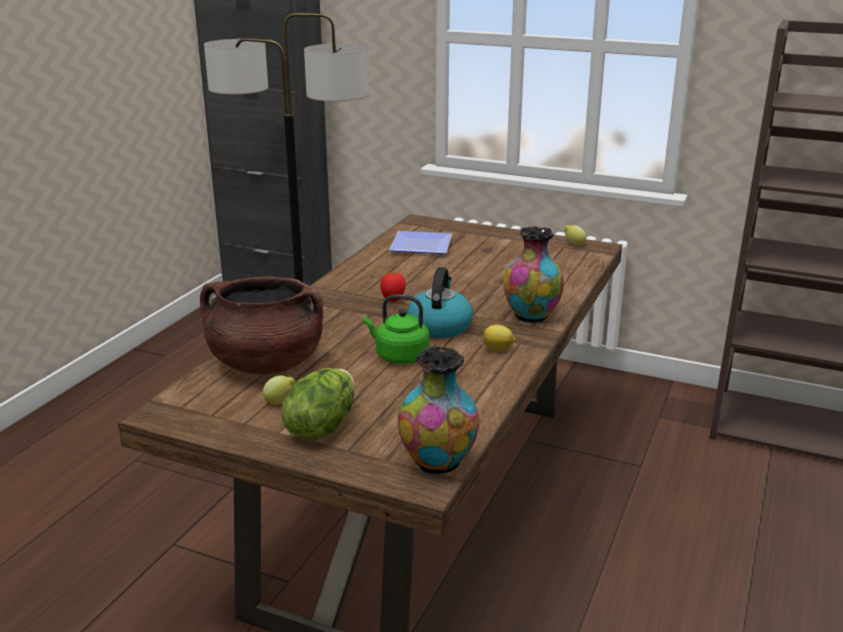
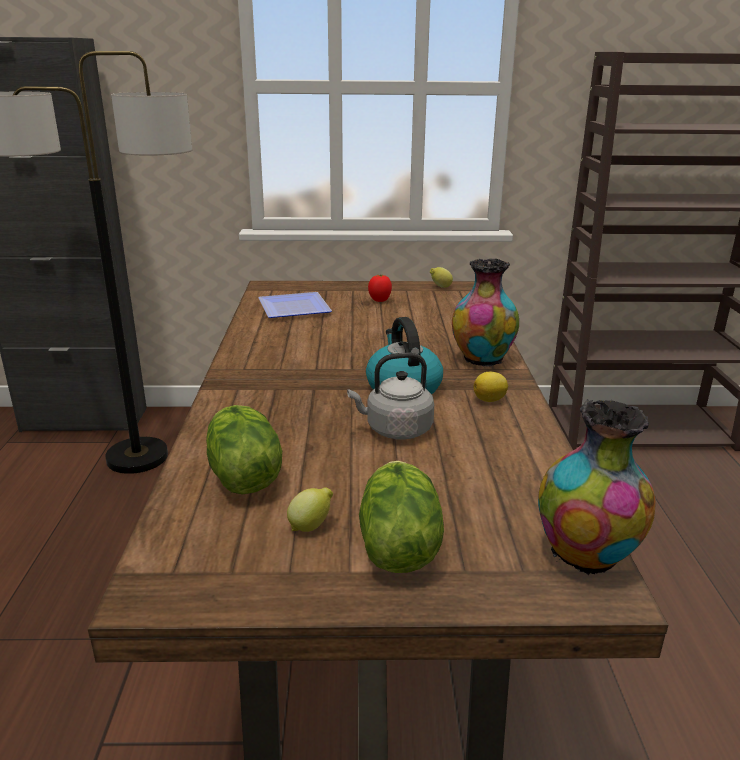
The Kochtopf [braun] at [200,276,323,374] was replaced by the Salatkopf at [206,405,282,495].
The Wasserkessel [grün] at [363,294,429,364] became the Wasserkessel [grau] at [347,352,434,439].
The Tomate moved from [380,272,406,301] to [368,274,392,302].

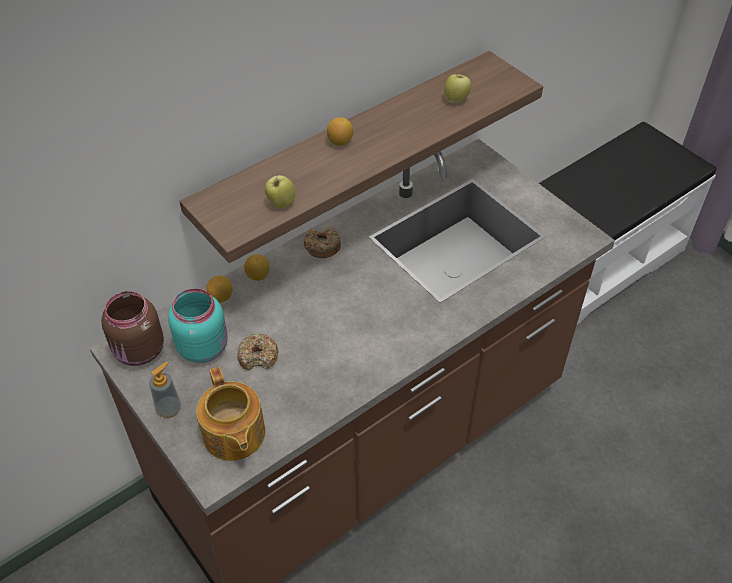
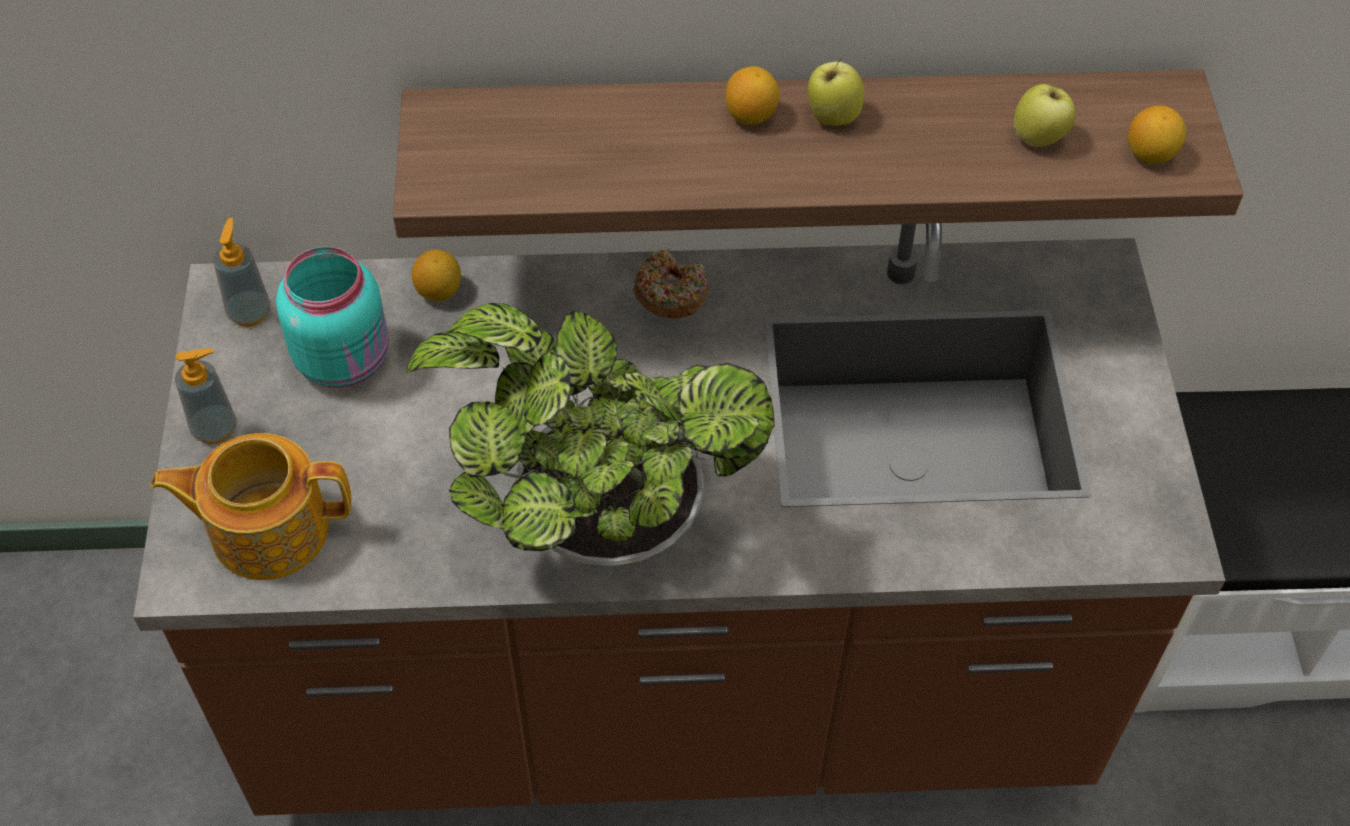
The Vorratsglas [braun] at [101,291,164,366] was replaced by the Seifenspender at [213,218,270,327].
The Teekanne at [196,367,265,461] turned 75 degrees clockwise.
The Donut at [237,333,279,370] disappeared.
The Zitrone moved from [244,254,269,281] to [1128,105,1186,164].
The Apfel moved from [265,173,295,209] to [808,58,864,126].
The Topfpflanze at [406,303,775,566] appeared.

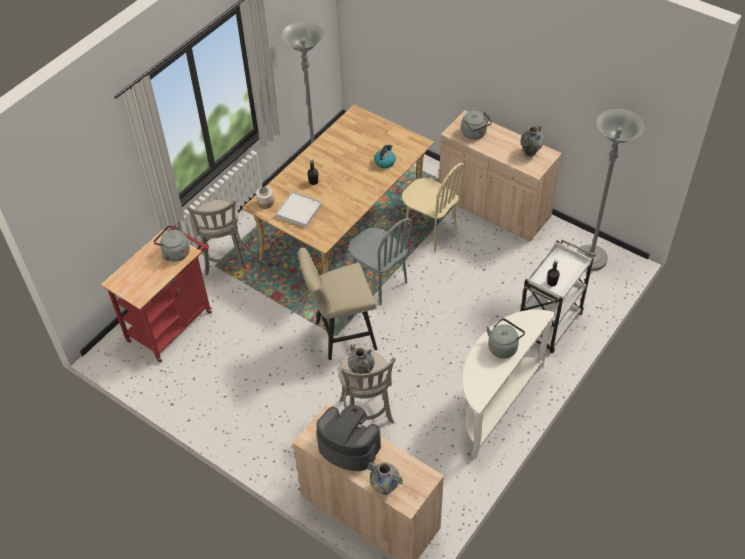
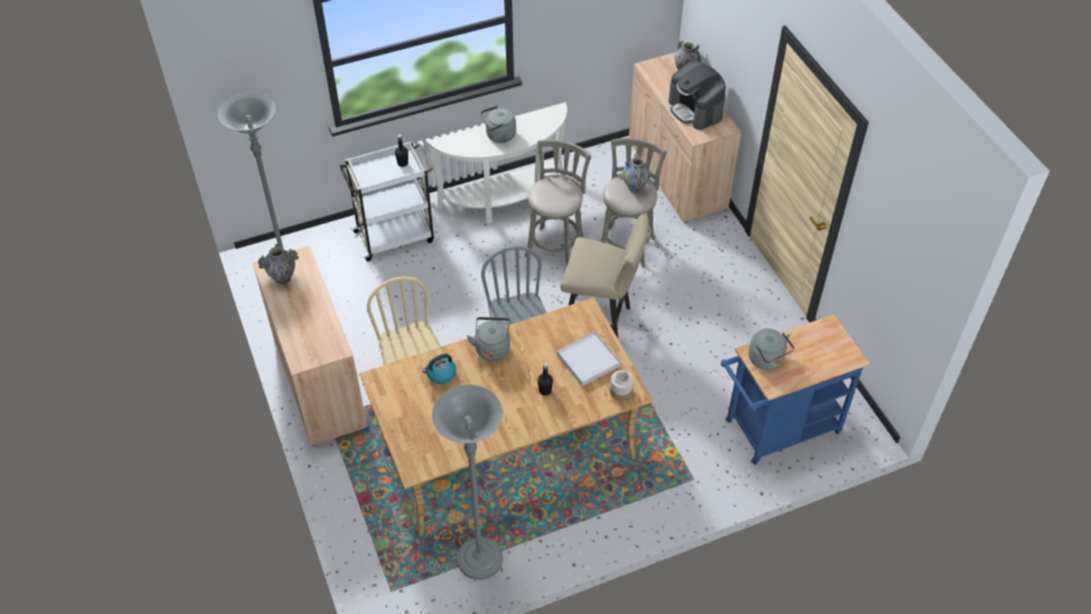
The Rollwagen [rot] at [101,225,212,363] became the Rollwagen [blau] at [721,314,870,465].
The Hocker [grau] moved from [187,199,246,276] to [525,140,591,265].
The Wasserkessel [grau] moved from [461,111,492,140] to [467,317,510,361].

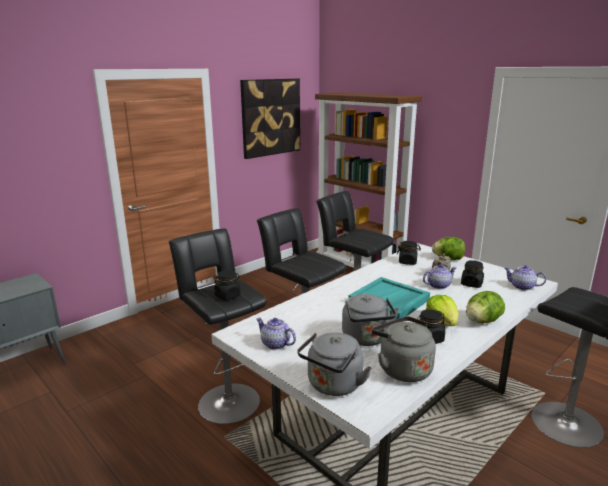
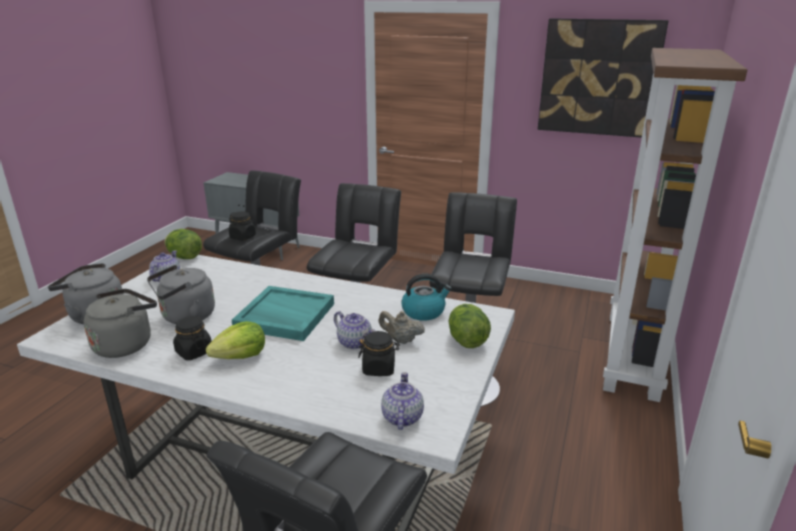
The Vorratsglas [schwarz] at [397,241,421,265] was replaced by the Wasserkessel at [401,274,452,321].
The Salatkopf moved from [466,291,505,323] to [165,229,202,259].

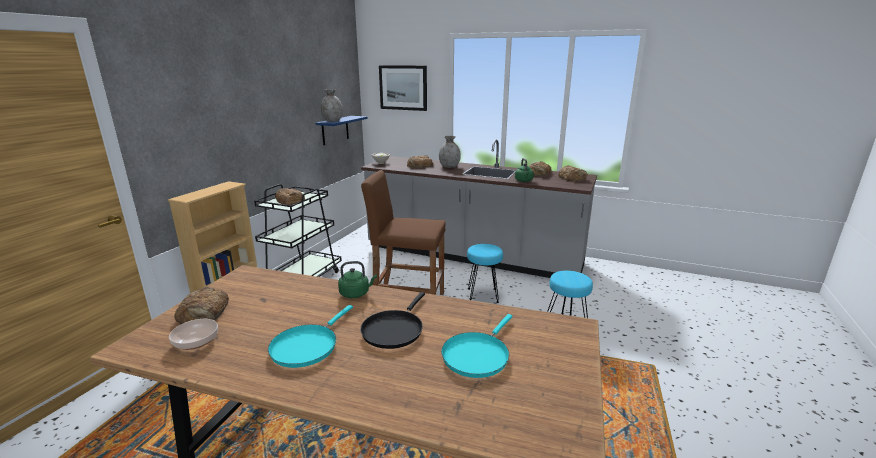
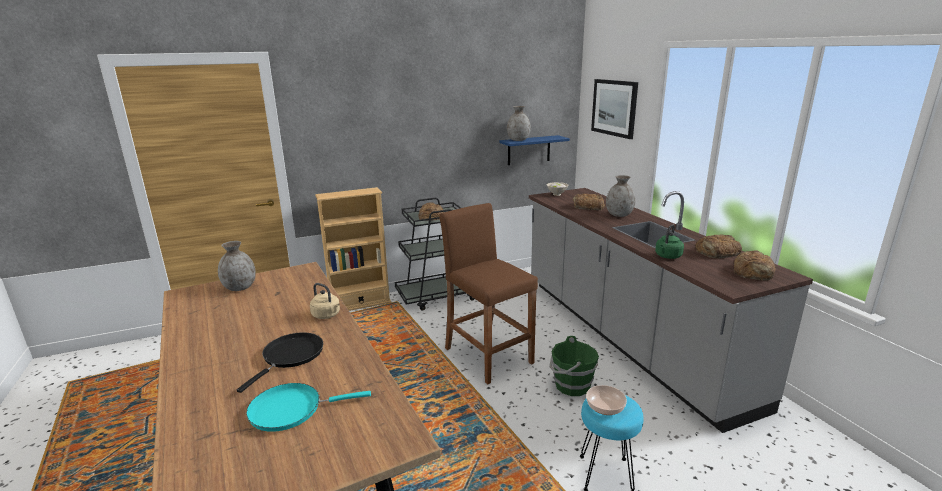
The Schüssel moved from [169,319,218,350] to [586,385,627,415].
The Brot at [175,287,229,324] was replaced by the Vase [grau] at [218,241,256,291].
The Pfanne [türkis] at [268,305,353,368] disappeared.
The Wasserkessel [grün] at [338,261,377,298] became the Wasserkessel [beige] at [310,283,340,319].
The Pfanne [schwarz] at [360,292,425,349] turned 135 degrees clockwise.
The Hocker [türkis] at [467,244,503,303] was replaced by the Eimer [grün] at [549,336,599,396].

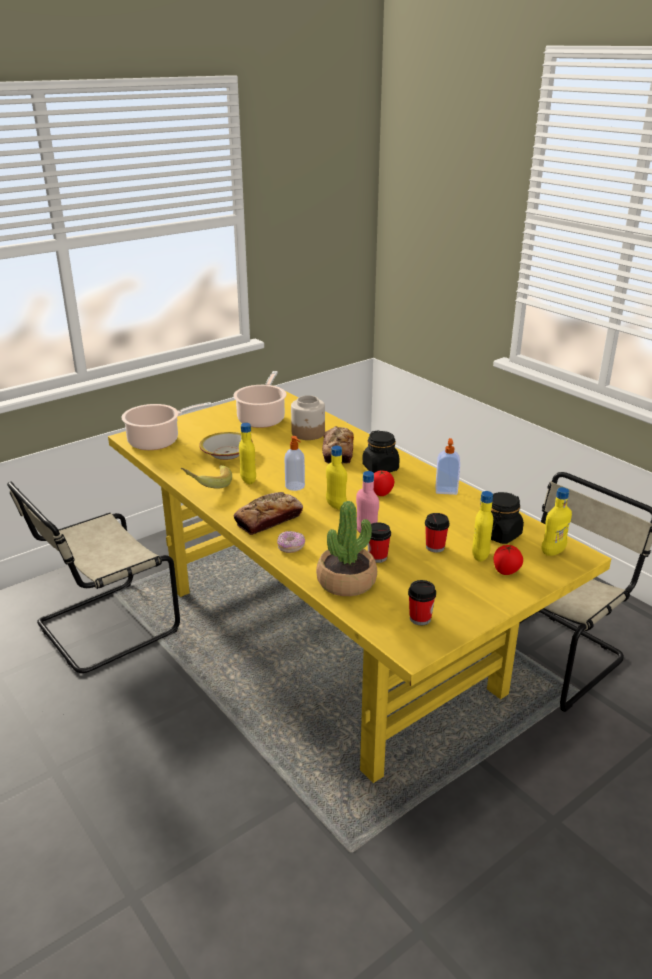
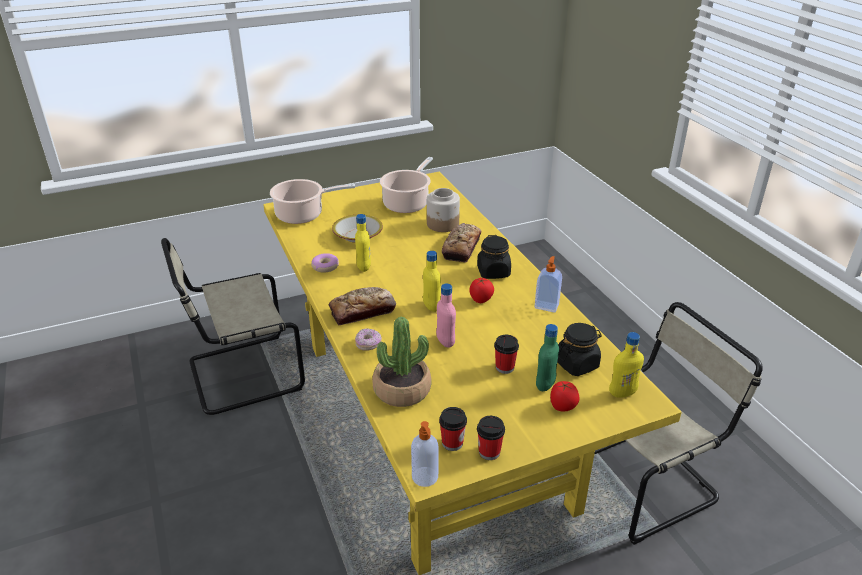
The Banane at [181,465,232,489] was replaced by the Donut at [311,253,339,273].
The Seifenspender moved from [284,436,305,491] to [411,421,439,487].
The Tasse moved from [368,522,391,563] to [477,416,505,460].
The Flasche [gelb] at [472,491,493,562] became the Flasche [grün] at [536,324,559,391].

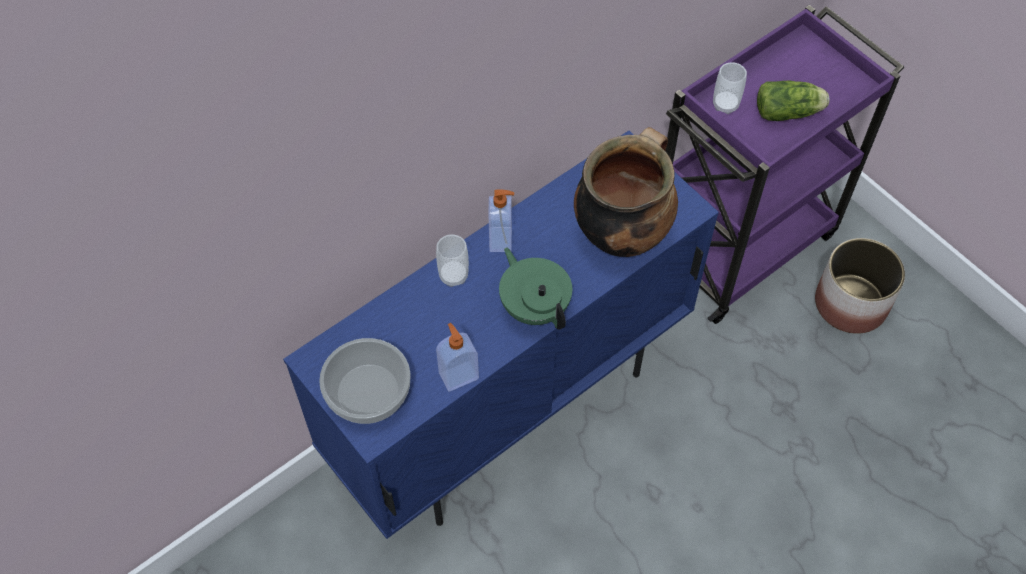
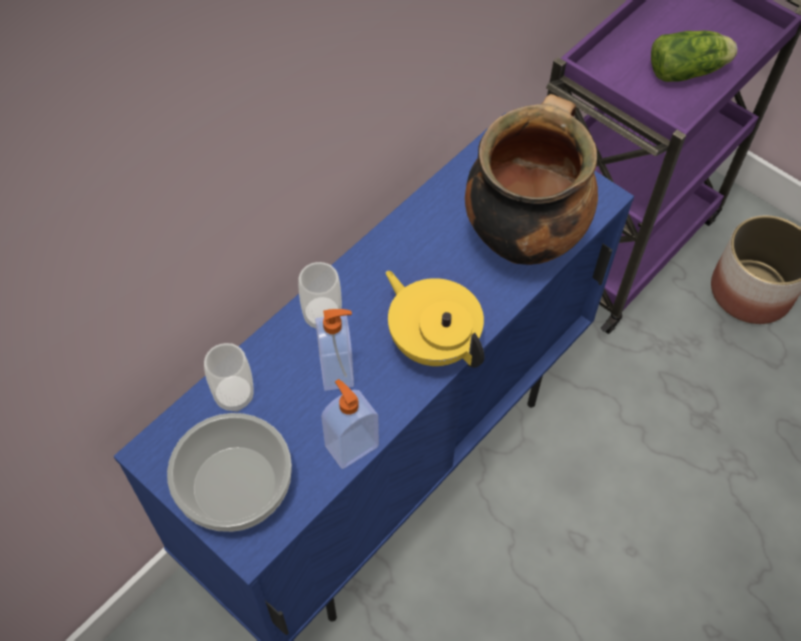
The Seifenspender moved from [489,189,514,252] to [315,309,354,391].
The Teekanne [grün] at [499,247,572,330] became the Teekanne [gelb] at [386,271,484,368].
The Tasse moved from [713,62,747,114] to [204,343,254,412].

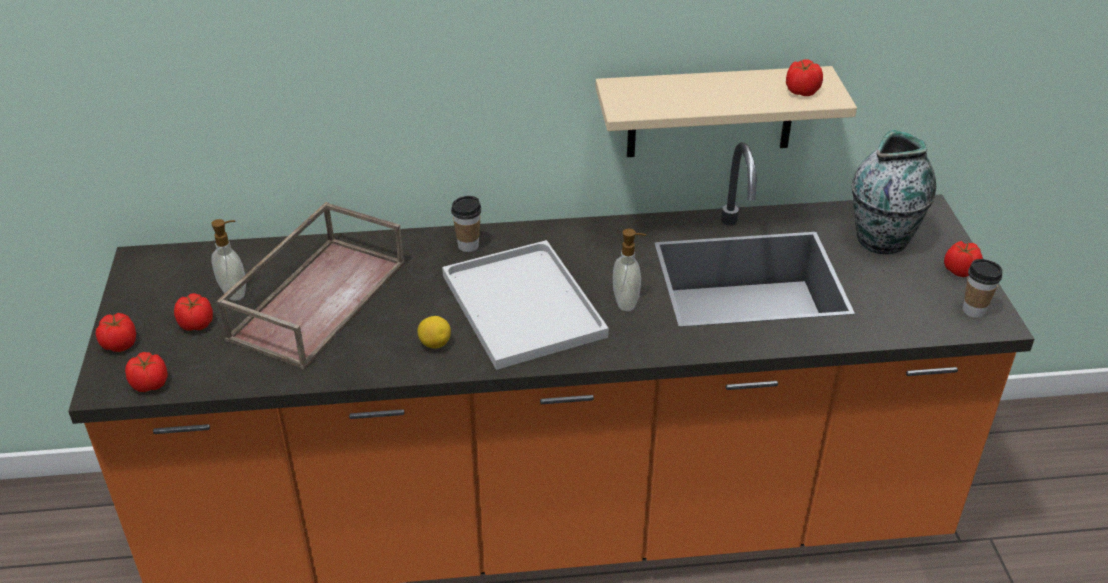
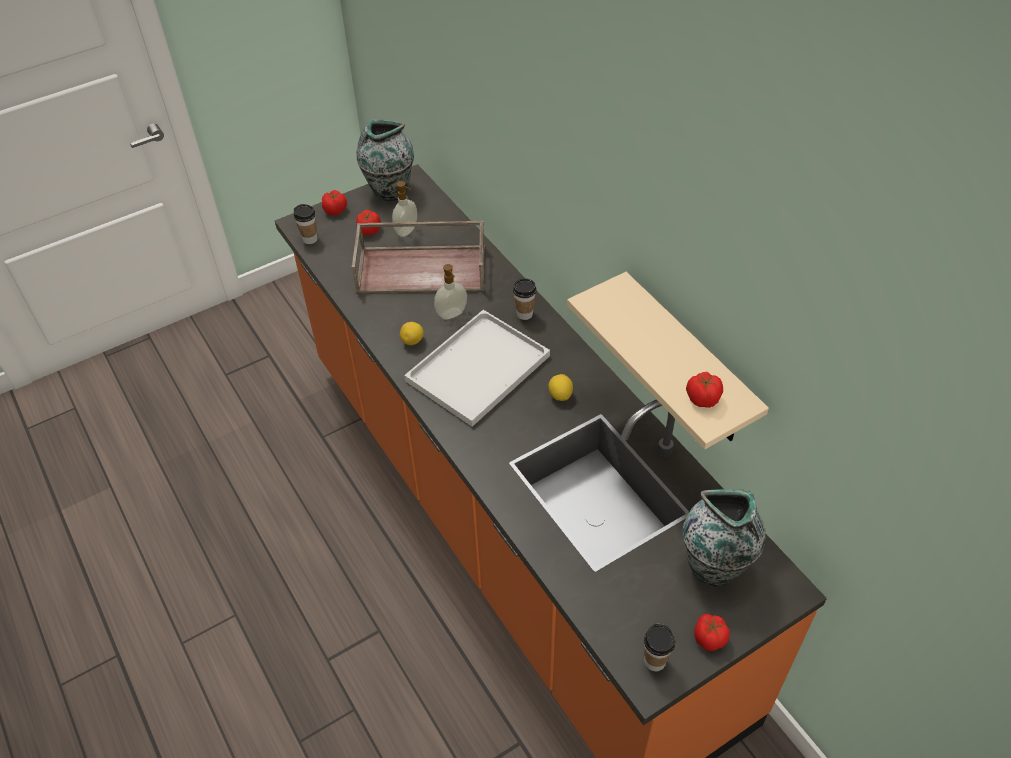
The Tomate at [125,352,168,392] was replaced by the Tasse at [294,204,318,244].
The Seifenspender moved from [613,228,646,311] to [434,264,467,320].
The Vase at [357,119,414,201] appeared.
The Zitrone at [548,374,573,401] appeared.

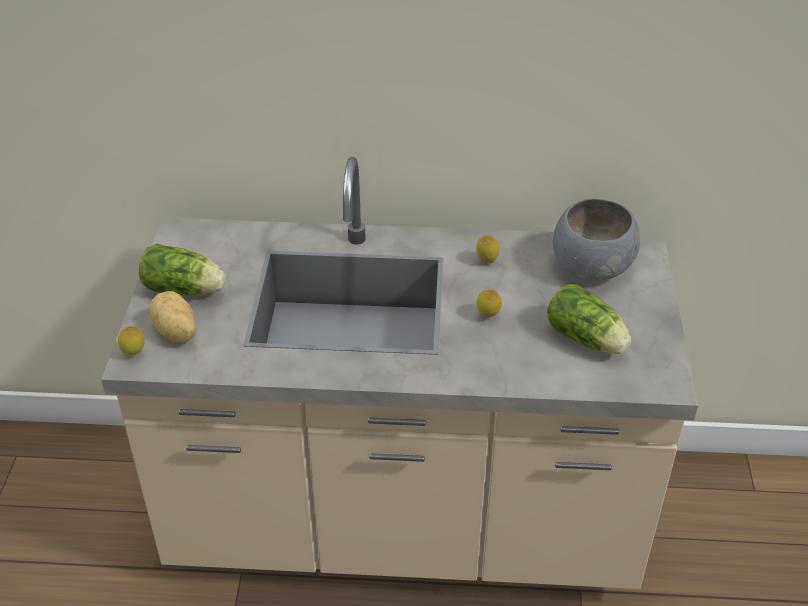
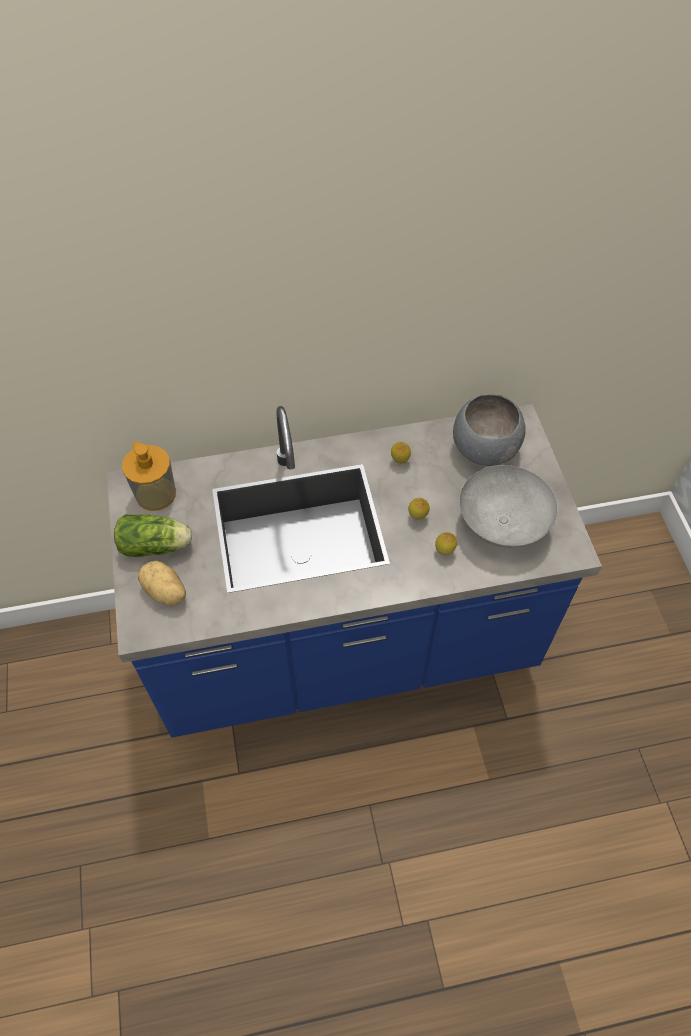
The Küchenzeile [beige] at [101,157,698,589] became the Küchenzeile [blau] at [107,404,602,738].
The Zitrone moved from [118,326,145,355] to [435,532,457,555].
The Salatkopf at [547,284,631,354] was replaced by the Schüssel [grau] at [459,465,557,548].
The Seifenspender at [122,442,176,511] appeared.

